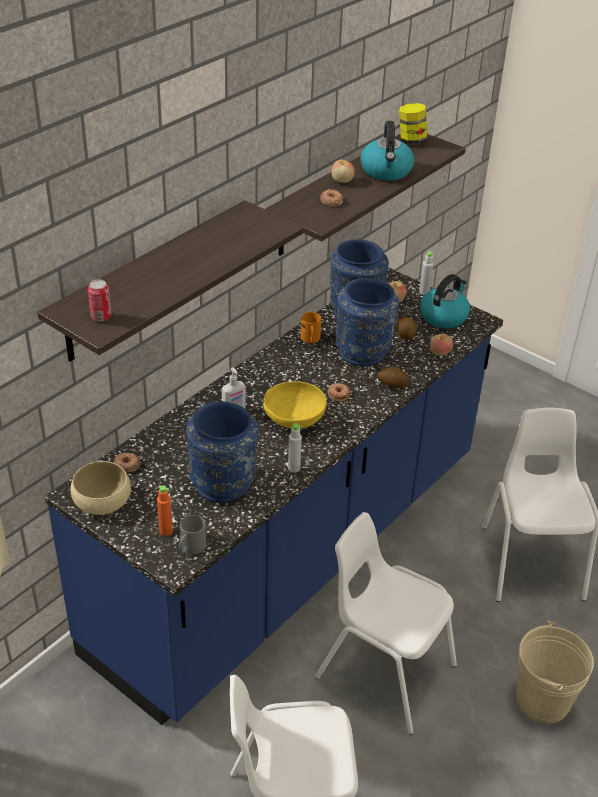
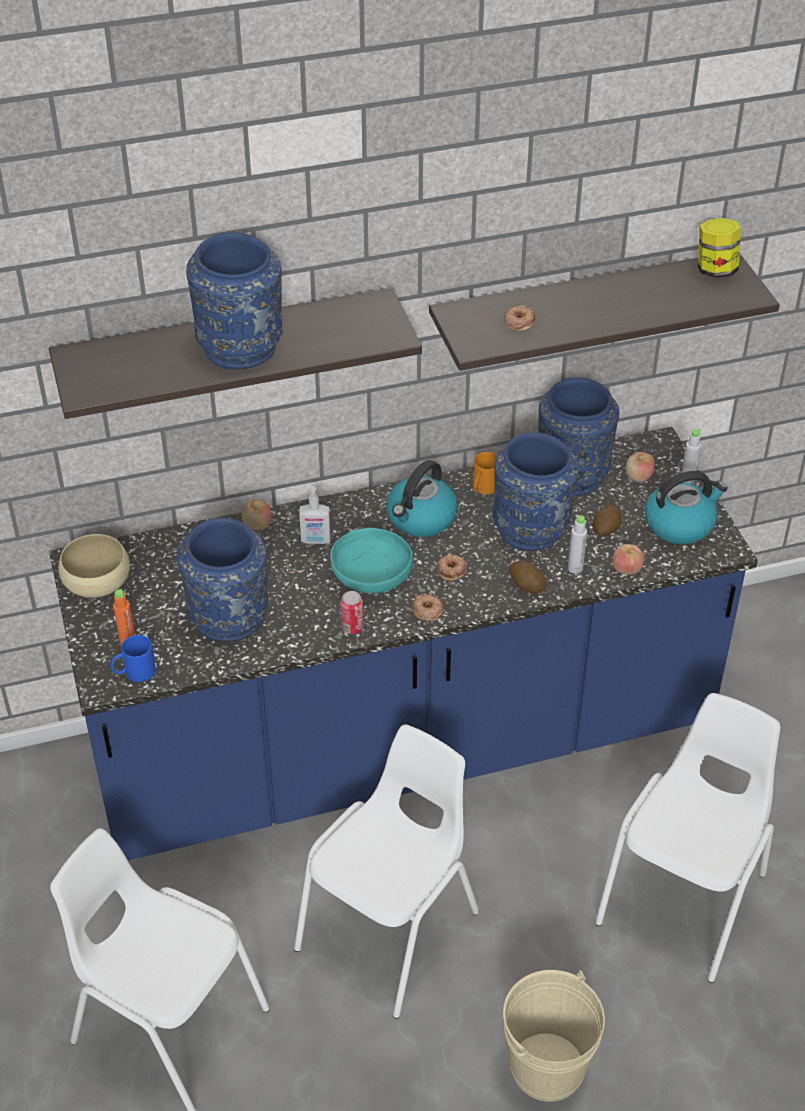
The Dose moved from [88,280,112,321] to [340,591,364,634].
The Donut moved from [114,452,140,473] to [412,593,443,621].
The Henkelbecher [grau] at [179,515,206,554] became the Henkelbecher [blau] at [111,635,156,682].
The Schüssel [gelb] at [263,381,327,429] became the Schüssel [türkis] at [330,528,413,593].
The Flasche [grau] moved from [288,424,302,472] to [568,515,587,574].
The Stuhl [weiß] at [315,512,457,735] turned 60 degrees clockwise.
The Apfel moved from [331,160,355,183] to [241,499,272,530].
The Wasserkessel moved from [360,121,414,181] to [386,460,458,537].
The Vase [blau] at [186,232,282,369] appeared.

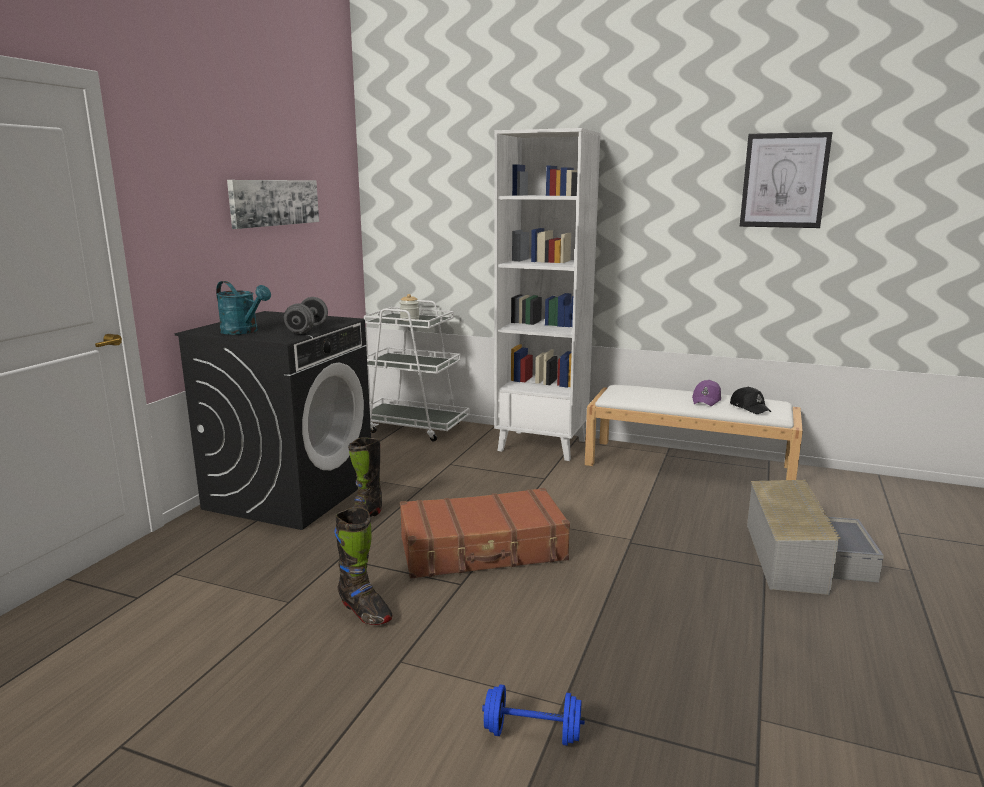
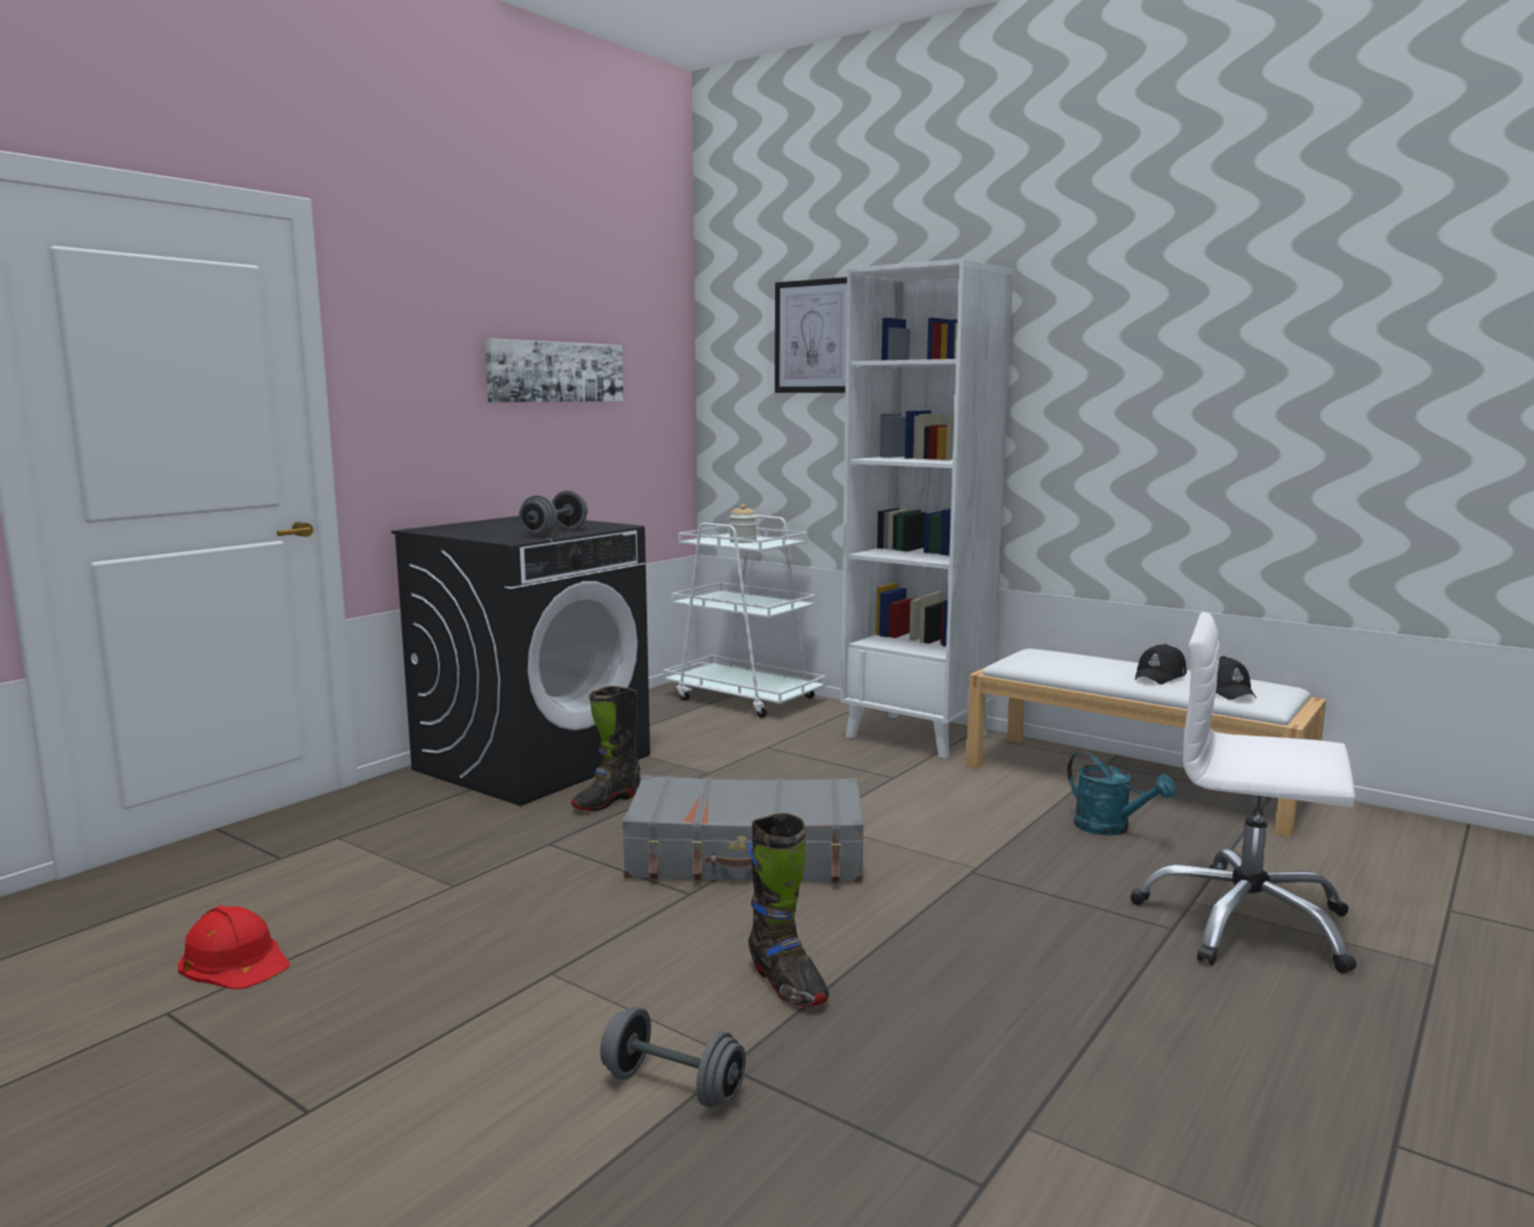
The Gießkanne [türkis] moved from [216,281,271,335] to [1067,751,1176,836].
The Stiefel [schwarz] moved from [334,507,393,625] to [748,813,829,1007].
The Koffer [braun] at [400,488,570,579] became the Koffer [grau] at [622,775,864,883].
The Hantel [blau] at [482,684,585,746] became the Hantel [grau] at [600,1007,746,1108].
The Kappe [lila] at [692,380,721,406] became the Kappe [schwarz] at [1135,644,1187,684].
The Bild moved from [740,132,832,228] to [775,277,847,393].
The Aufbewahrungsbox [grau] at [747,480,884,595] was replaced by the Bürostuhl [weiß] at [1131,612,1357,974].
The Schutzhelm [rot] at [178,905,290,989] appeared.

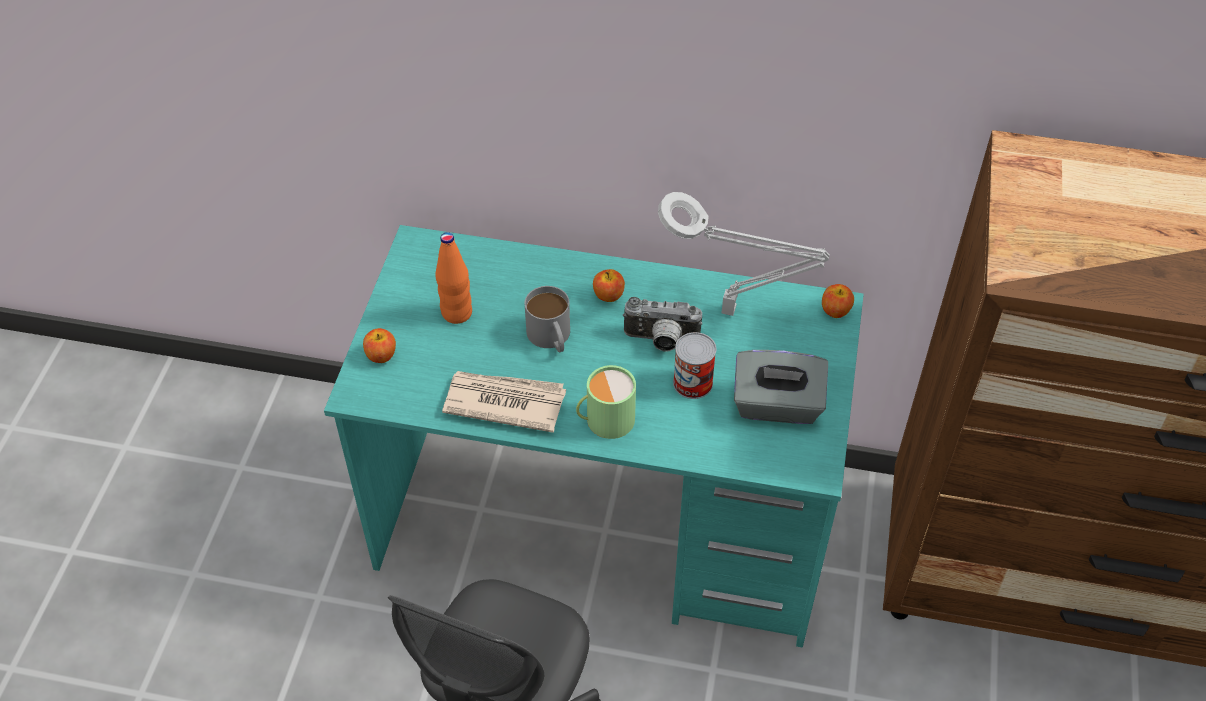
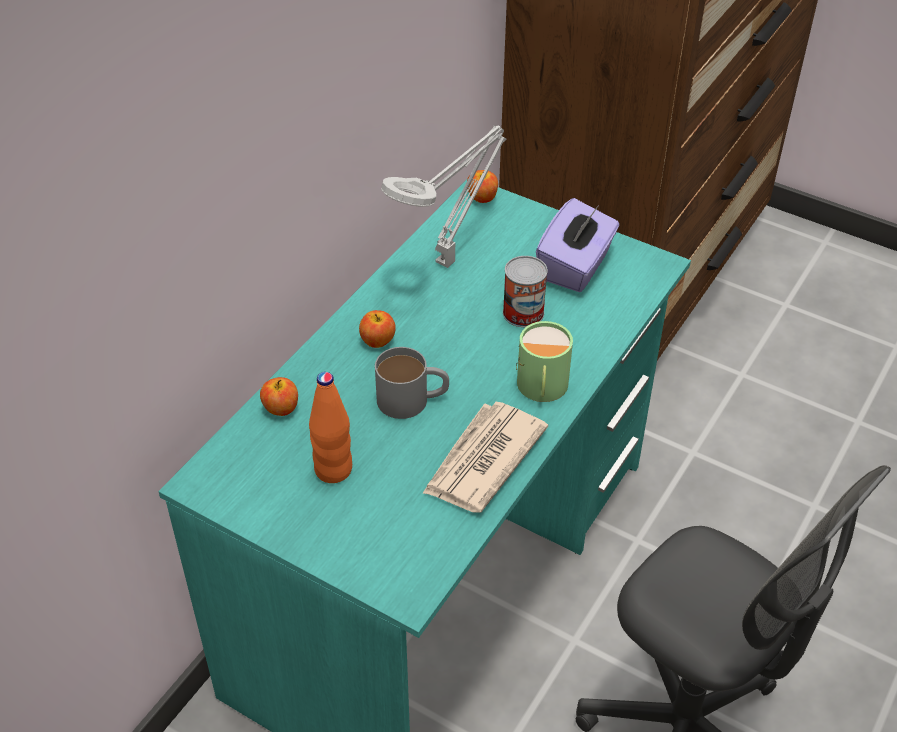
The Apfel moved from [363,328,396,363] to [260,377,298,416].
The Kamera at [623,297,702,351] disappeared.
The Taschentuchbox [grau] at [734,350,828,424] became the Taschentuchbox [lila] at [536,198,619,292].

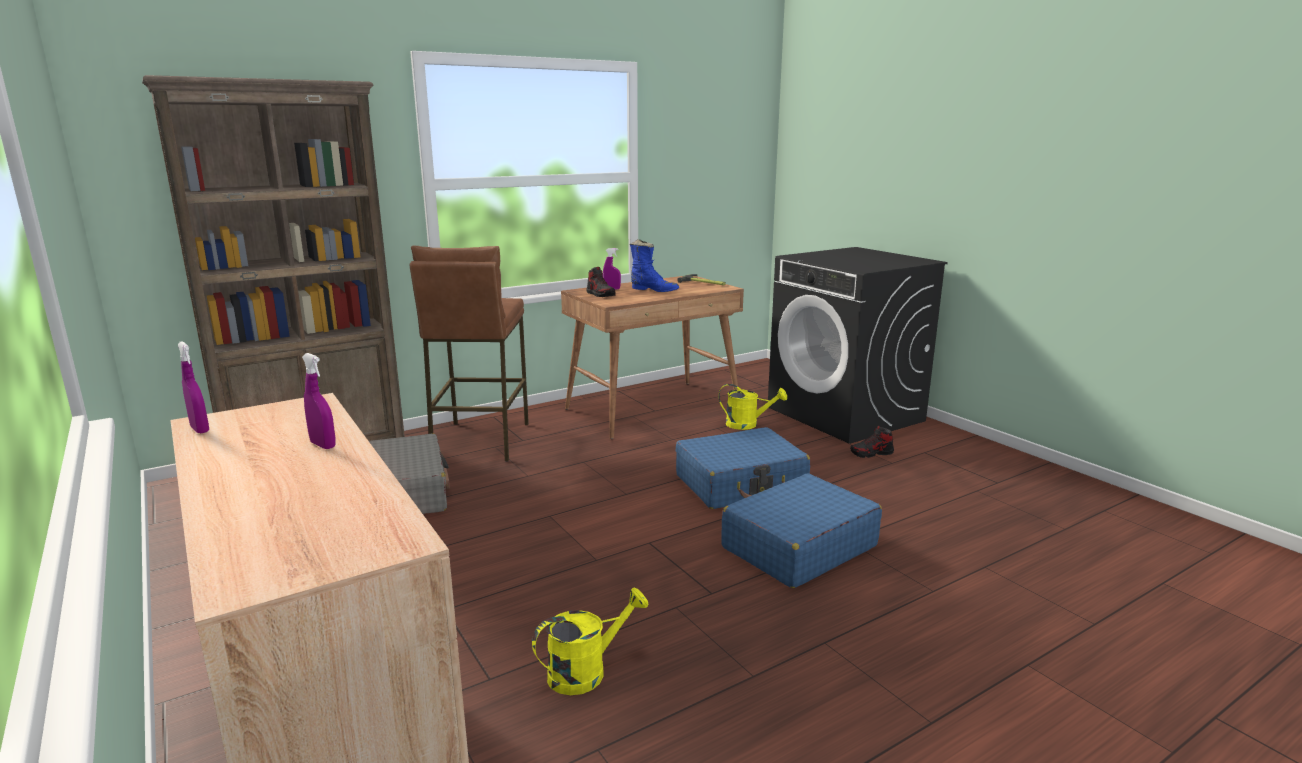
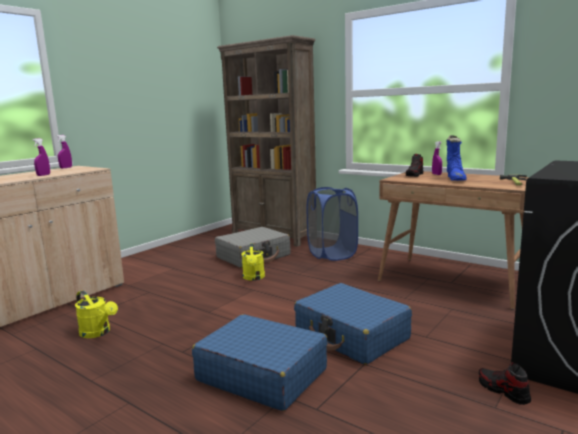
The Hocker [braun] at [410,245,529,461] was replaced by the Wäschekorb [blau] at [307,187,358,261].
The Gießkanne [gelb] moved from [718,384,787,430] to [242,243,265,281].

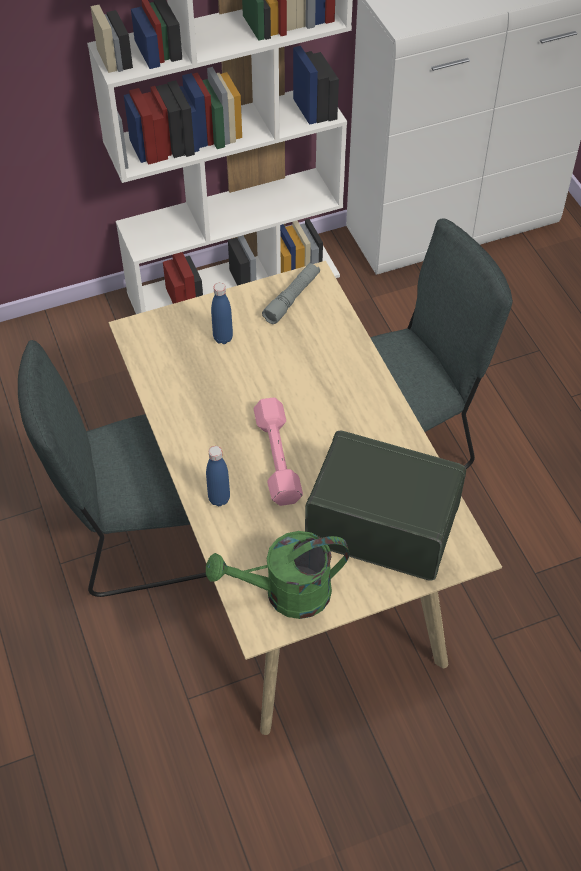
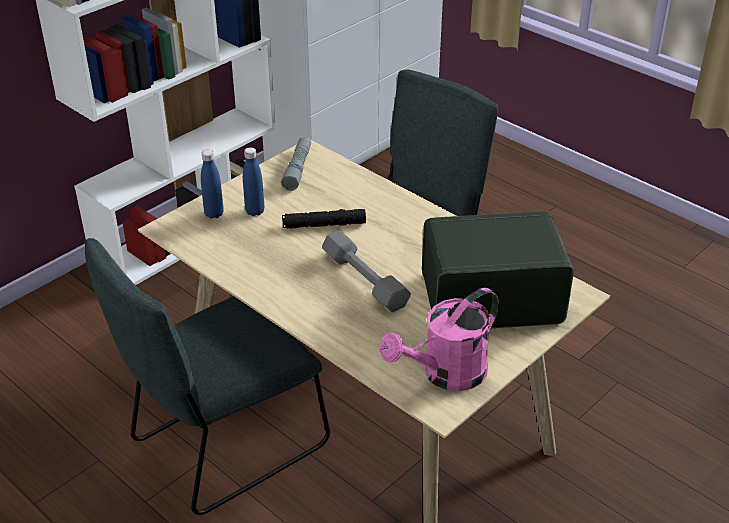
The Flasche [blau] moved from [206,446,230,506] to [201,150,224,218].
The Gießkanne [grün] at [206,531,349,619] became the Gießkanne [rosa] at [379,288,499,391].
The Hantel [rosa] at [254,397,303,506] became the Hantel [grau] at [322,230,411,312].
The Taschenlampe [schwarz] at [282,209,366,228] appeared.

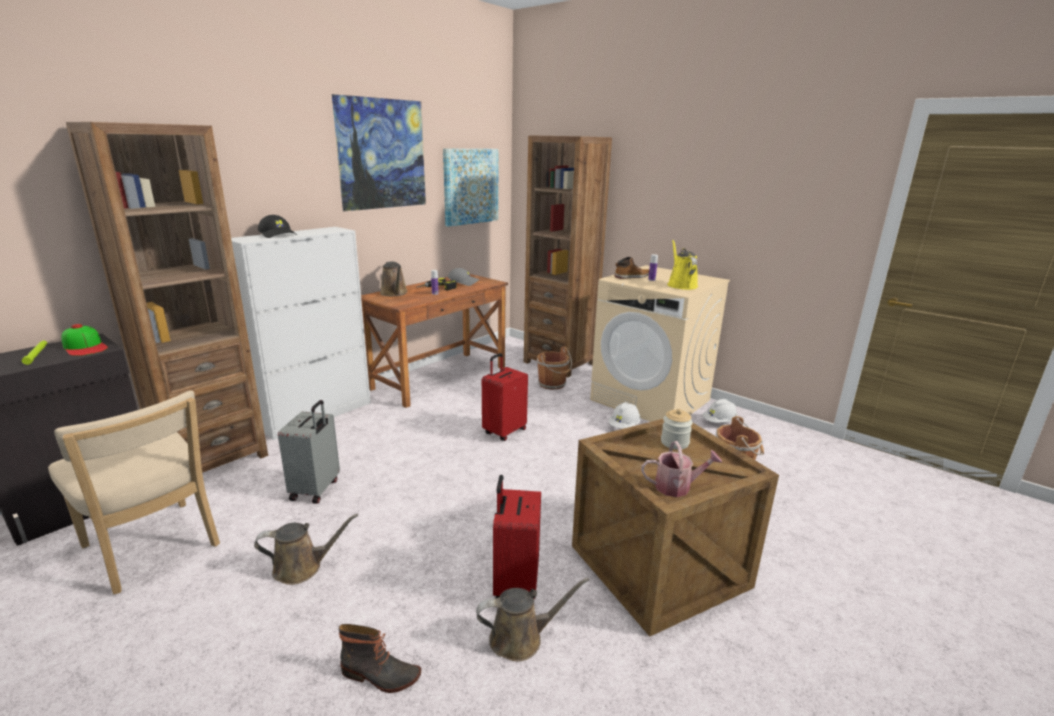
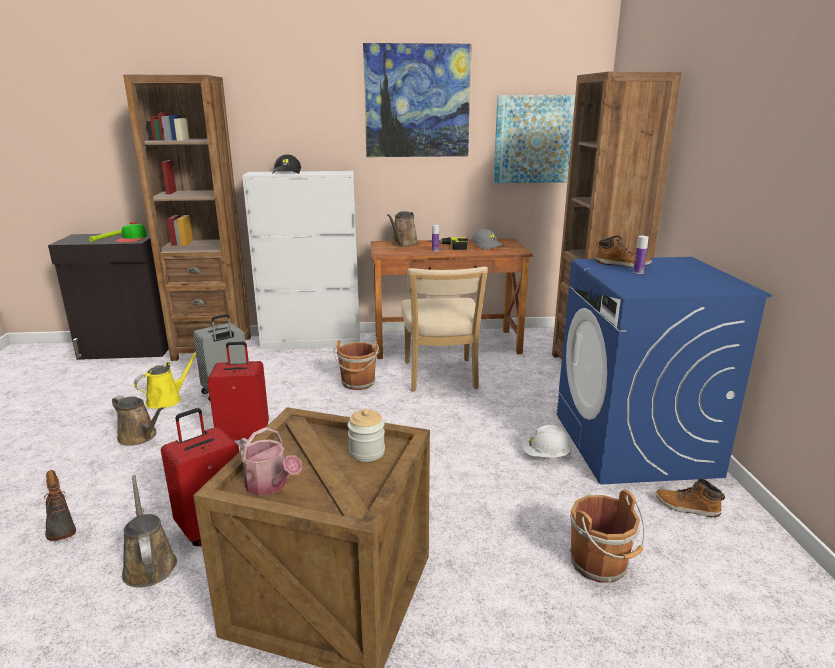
The Stuhl [beige] moved from [48,391,220,595] to [401,267,488,392].
The Gießkanne [braun] at [476,578,590,662] turned 150 degrees counterclockwise.
The Koffer [rot] moved from [482,353,528,441] to [207,342,269,441].
The Eimer [braun] moved from [537,347,572,390] to [334,340,379,390].
The Waschmaschine [beige] at [590,265,730,422] became the Waschmaschine [blau] at [557,257,772,485].
The Gießkanne [gelb] moved from [667,240,698,290] to [134,352,196,409].
The Schutzhelm [weiß] at [703,399,738,423] was replaced by the Stiefel at [656,479,725,518].

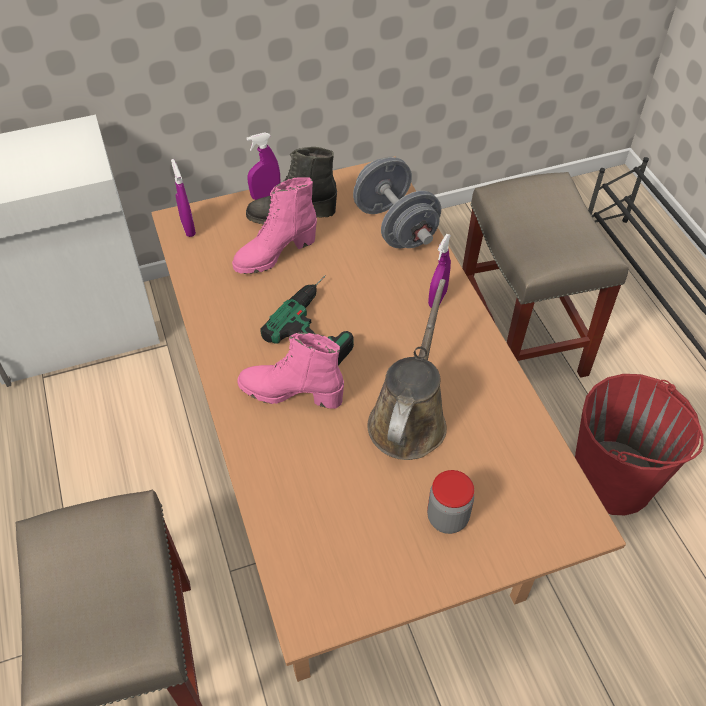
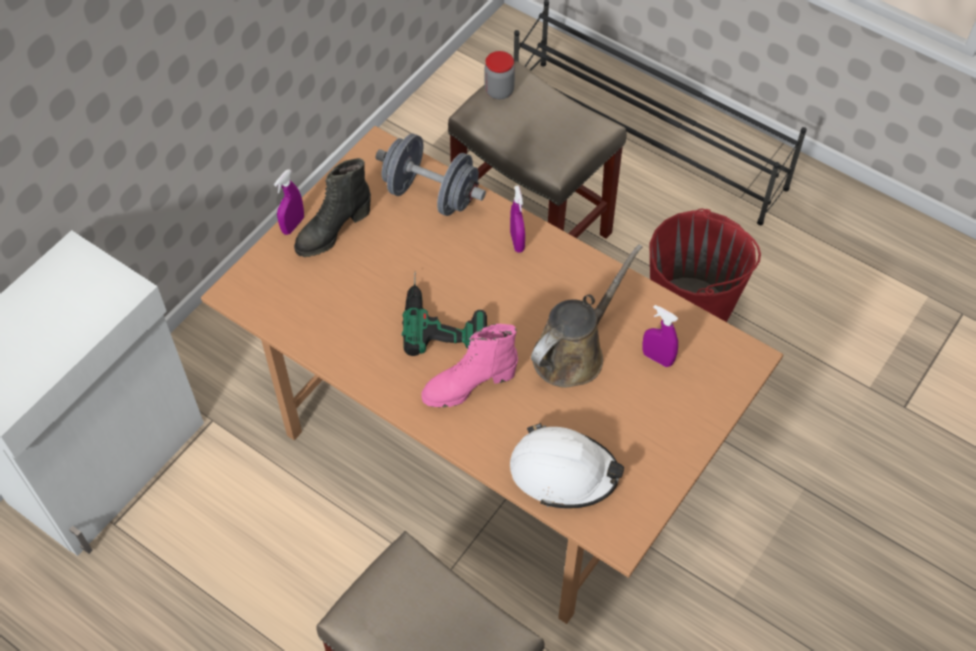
The Sprühflasche [lila] moved from [171,159,196,237] to [642,305,678,367].
The Stiefel [rosa] at [232,177,317,274] disappeared.
The Gießkanne [braun] at [367,279,447,460] turned 60 degrees clockwise.
The Vorratsglas moved from [427,470,474,534] to [485,51,515,99].
The Schutzhelm [weiß] at [510,423,624,508] appeared.

